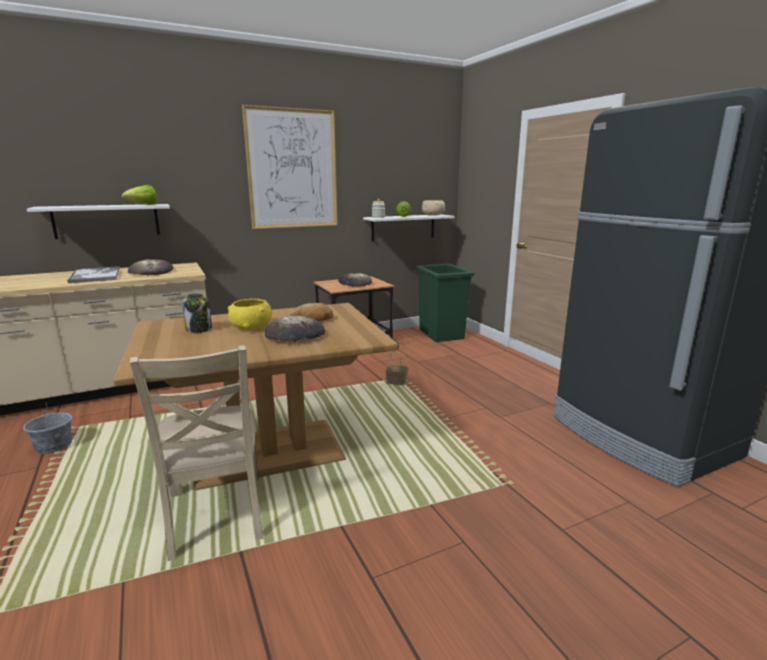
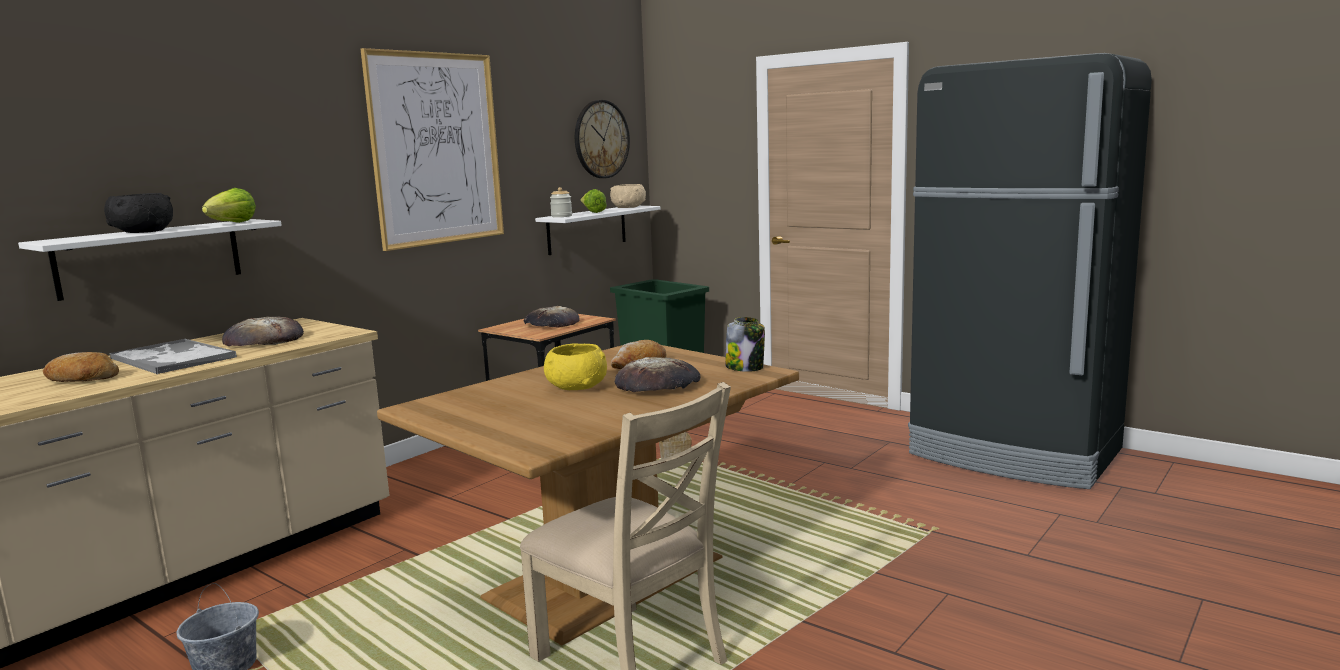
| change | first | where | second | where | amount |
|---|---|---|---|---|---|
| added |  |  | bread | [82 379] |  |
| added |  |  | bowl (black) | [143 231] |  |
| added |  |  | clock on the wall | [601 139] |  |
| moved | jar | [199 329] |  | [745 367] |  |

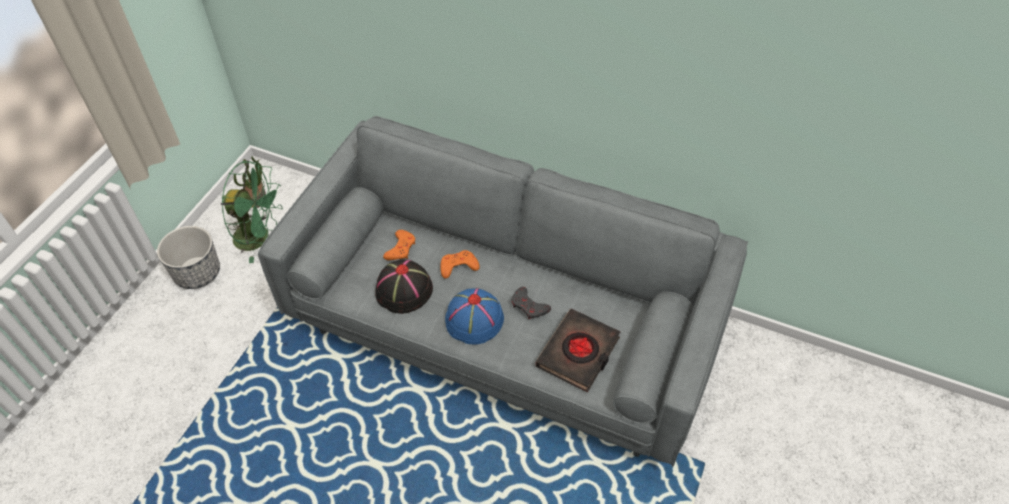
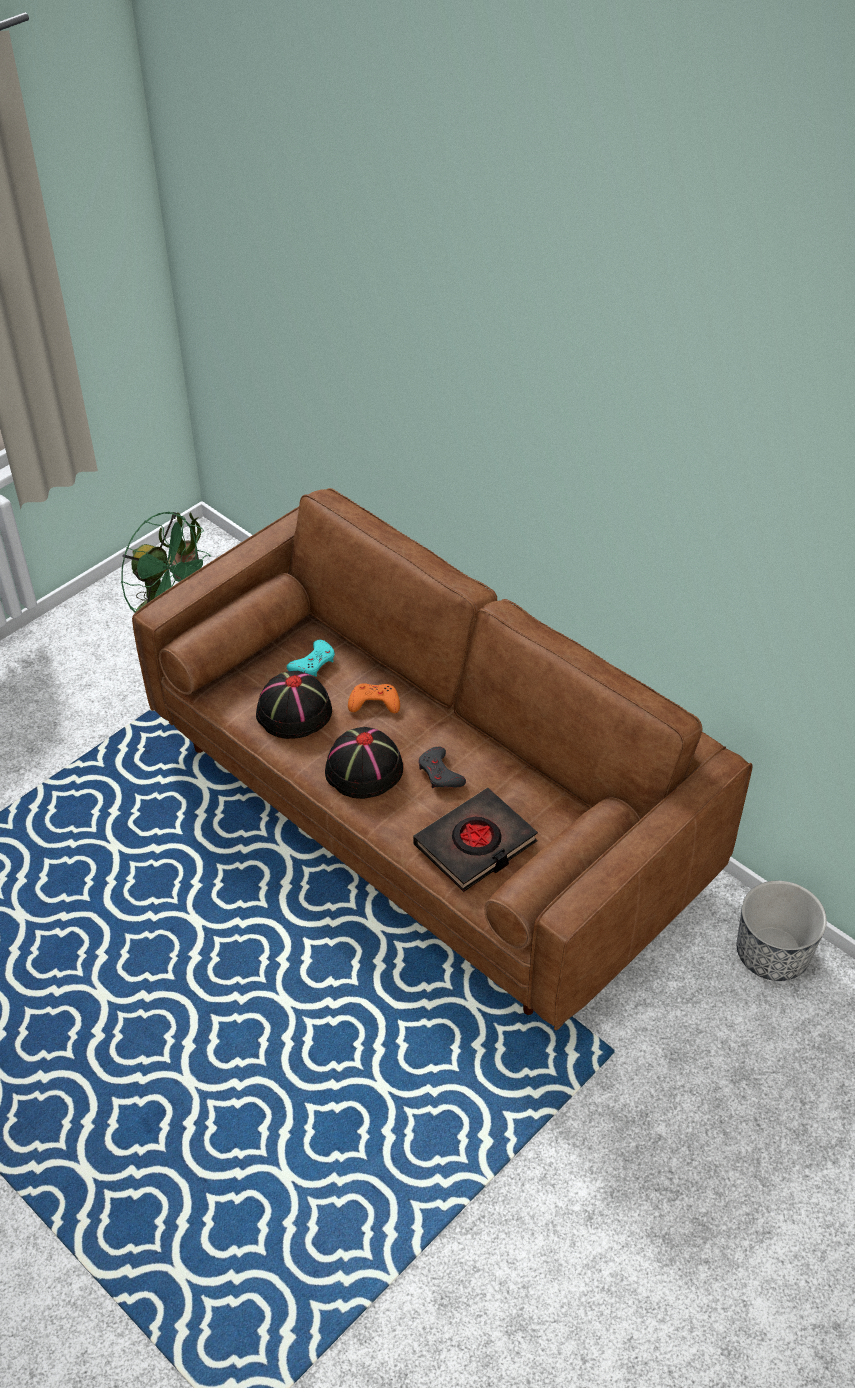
| change | first | where | second | where | amount |
|---|---|---|---|---|---|
| moved | flower pot | [198 273] |  | [773 954] |  |
| recoloured | settee (gray) | [504 327] | settee (brown-coloured) | [427 810] |  |
| recoloured | game controller (orange) | [401 248] | game controller (turquoise-coloured) | [313 663] |  |
| recoloured | wearable hat (blue-coloured) | [474 320] | wearable hat (black) | [363 770] |  |

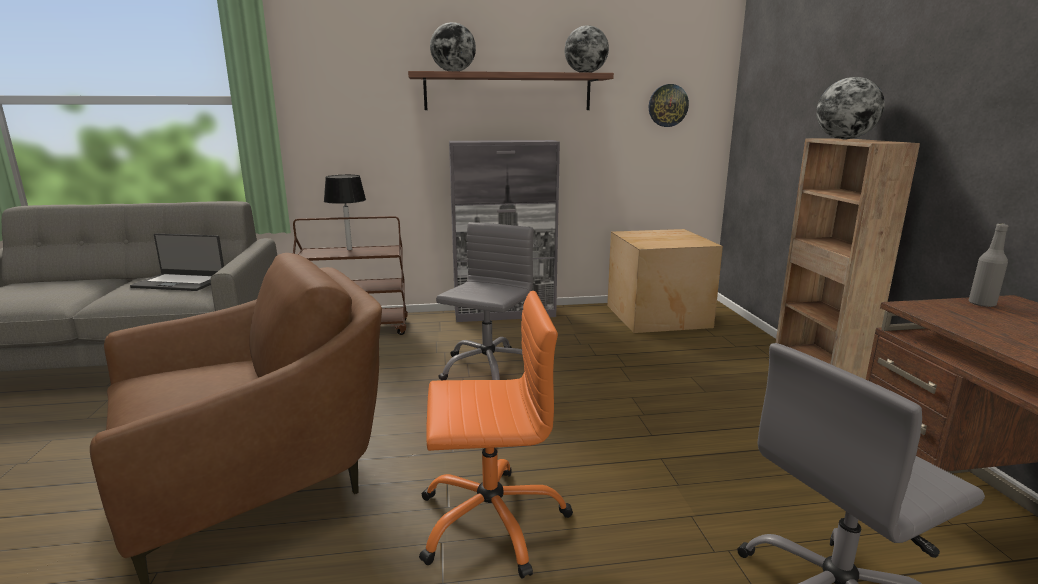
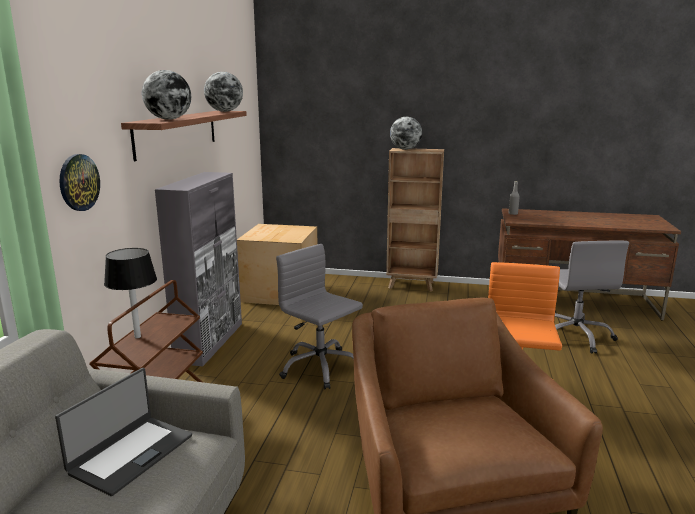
| change | first | where | second | where | amount |
|---|---|---|---|---|---|
| moved | clock on the wall | [668 105] |  | [78 182] |  |

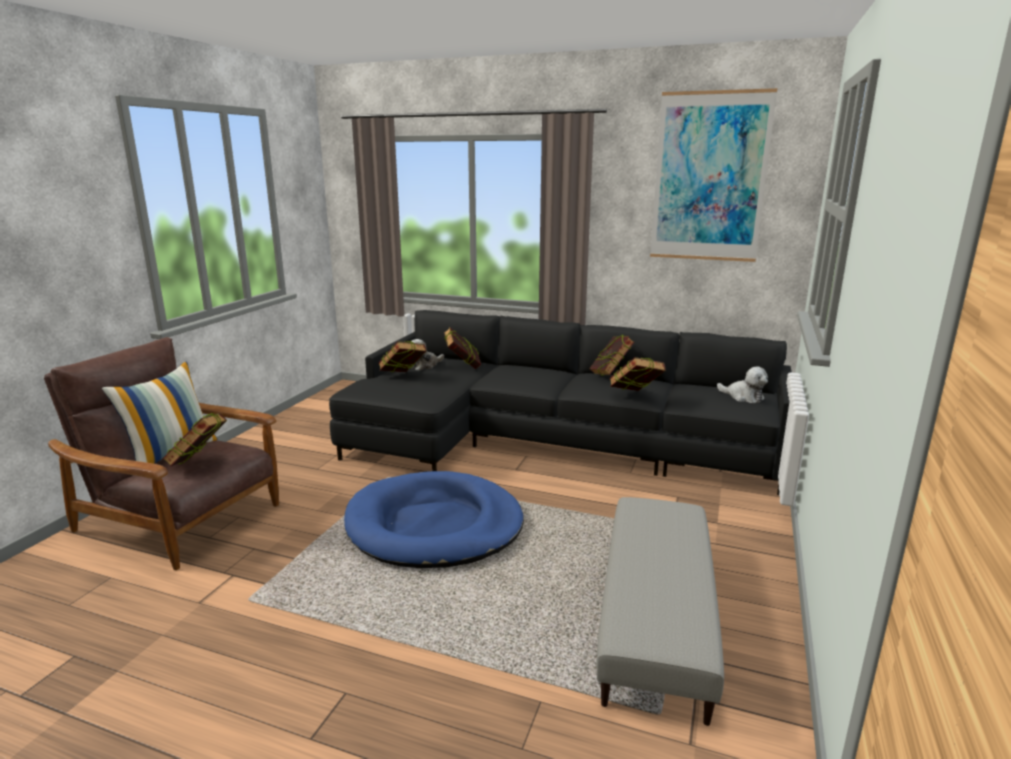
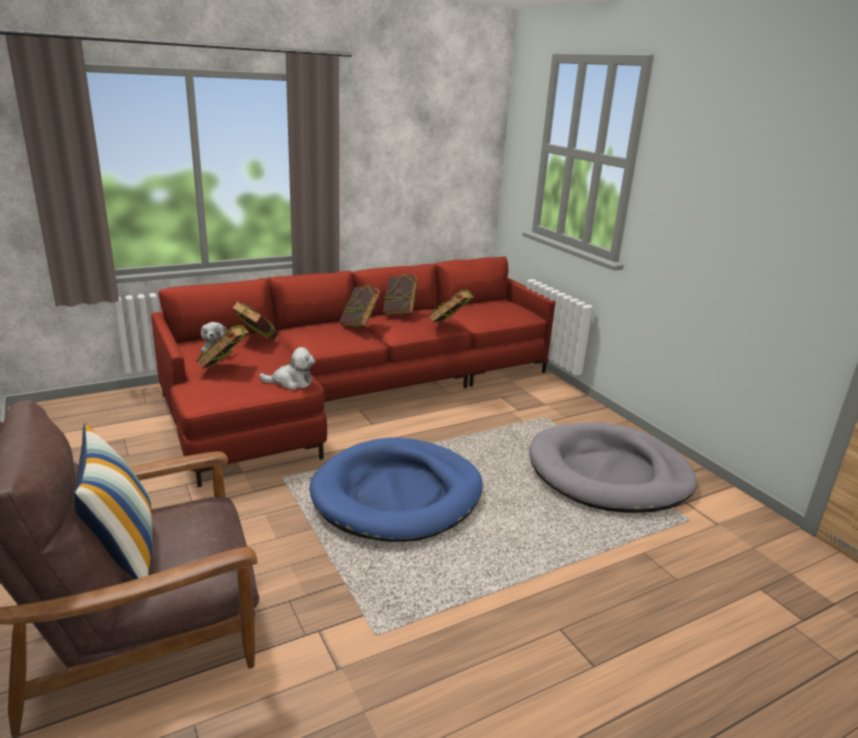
| change | first | where | second | where | amount |
|---|---|---|---|---|---|
| removed | wall picture | [709 178] |  |  |  |
| moved | bound book | [200 464] |  | [360 325] |  |
| moved | soft toy | [743 397] |  | [291 382] |  |
| replaced | pouffe (gray) | [657 616] | pet bed (gray) | [609 473] |  |
| recoloured | settee (black) | [546 442] | settee (reddish) | [353 393] |  |

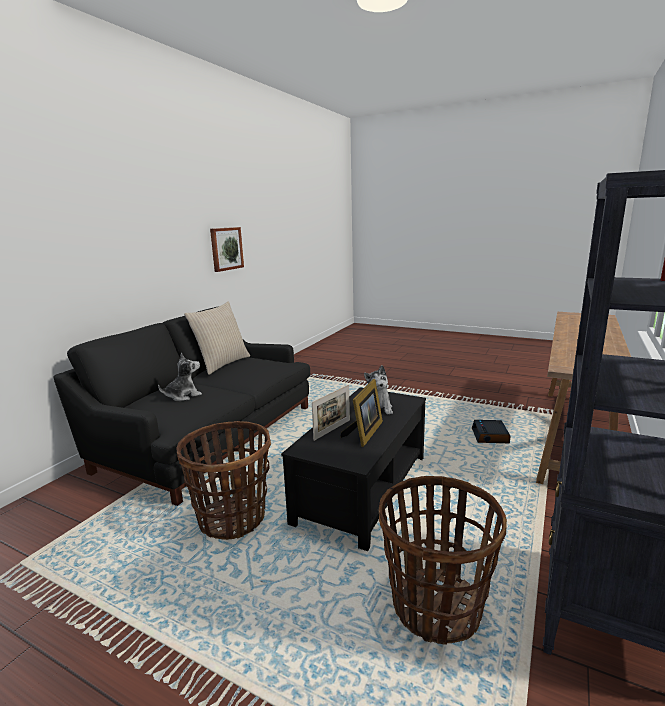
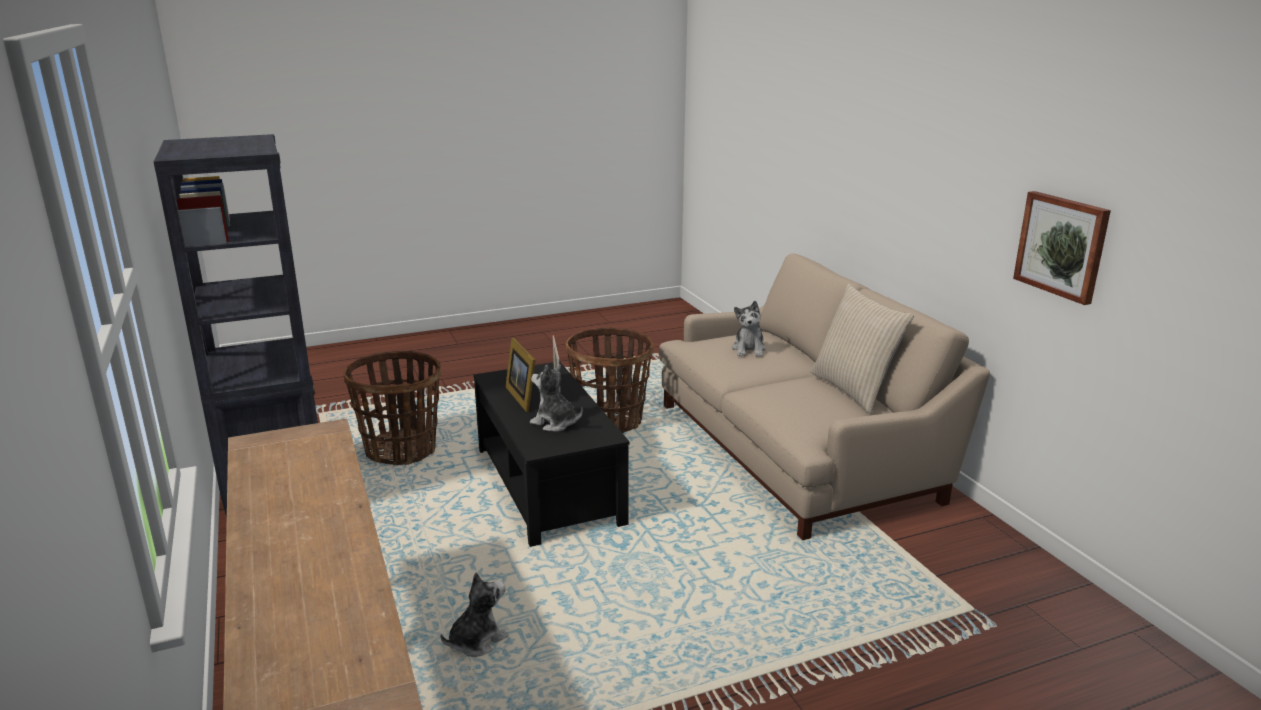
| change | first | where | second | where | amount |
|---|---|---|---|---|---|
| replaced | table clock | [490 436] | soft toy | [477 641] |  |
| recoloured | settee (black) | [207 435] | settee (beige) | [798 449] |  |

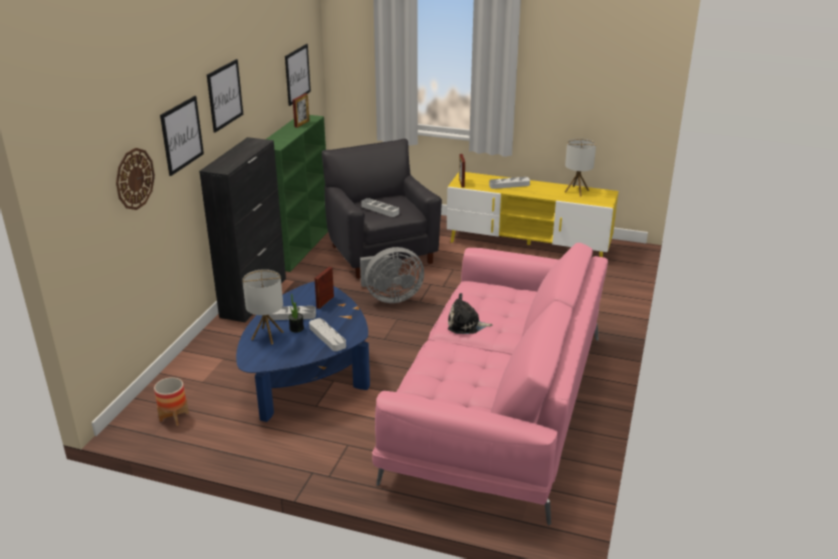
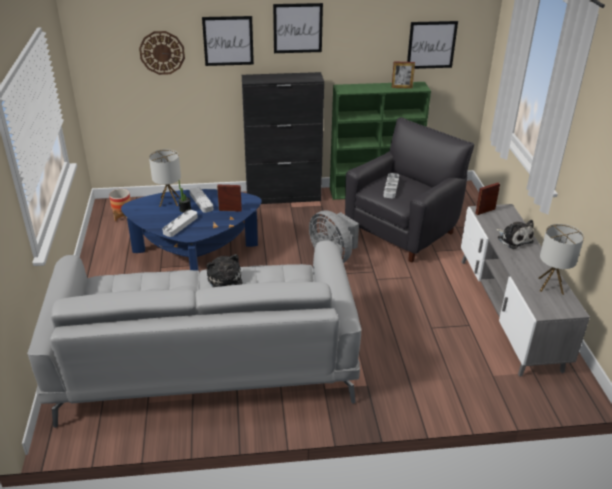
| change | first | where | second | where | amount |
|---|---|---|---|---|---|
| replaced | carrying tray (gray) | [509 185] | soft toy | [513 239] |  |
| recoloured | settee (pinkish) | [498 406] | settee (gray) | [204 359] |  |
| recoloured | tv unit (yellow) | [528 245] | tv unit (gray) | [508 312] |  |

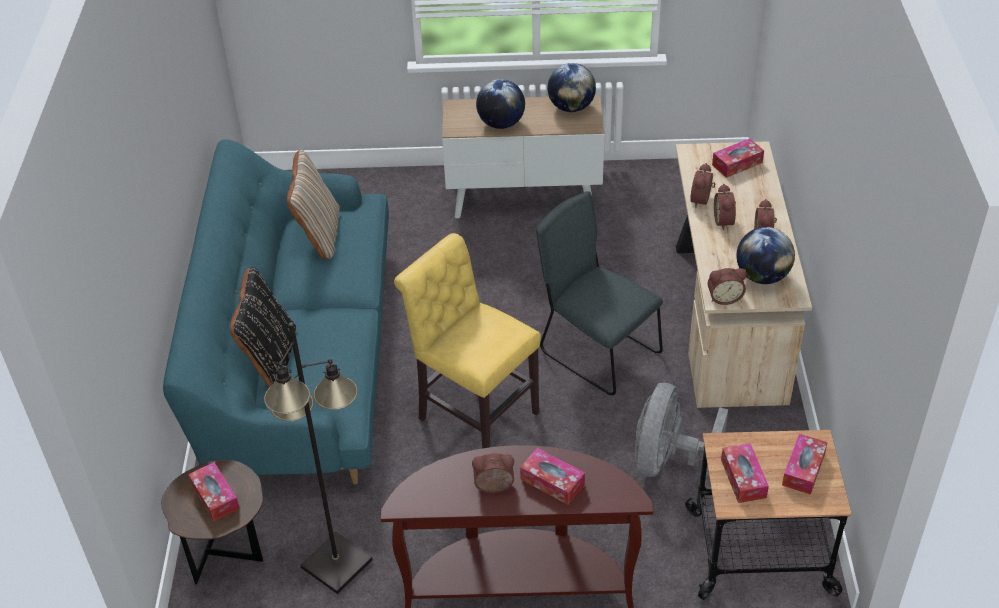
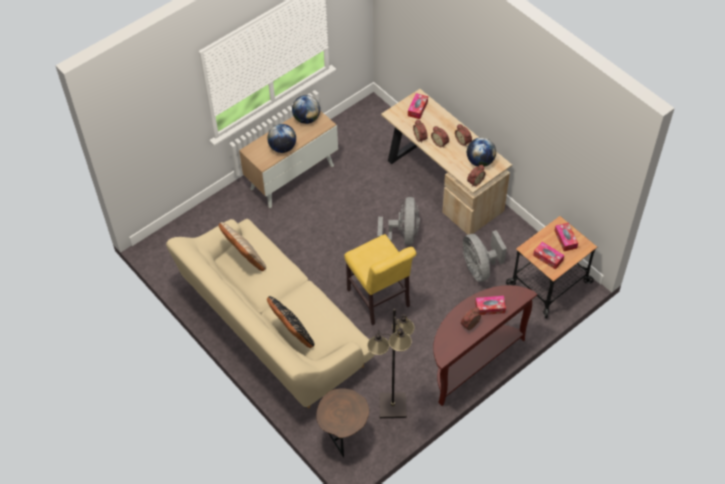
| change | first | where | second | where | amount |
|---|---|---|---|---|---|
| removed | box of tissues | [215 497] |  |  |  |
| replaced | plain chair (gray) | [595 350] | fan (gray) | [402 236] |  |
| recoloured | settee (turquoise-coloured) | [301 357] | settee (beige) | [273 326] |  |
| turned | plain chair (yellow) | [473 413] |  | [380 300] | 120 degrees counterclockwise |

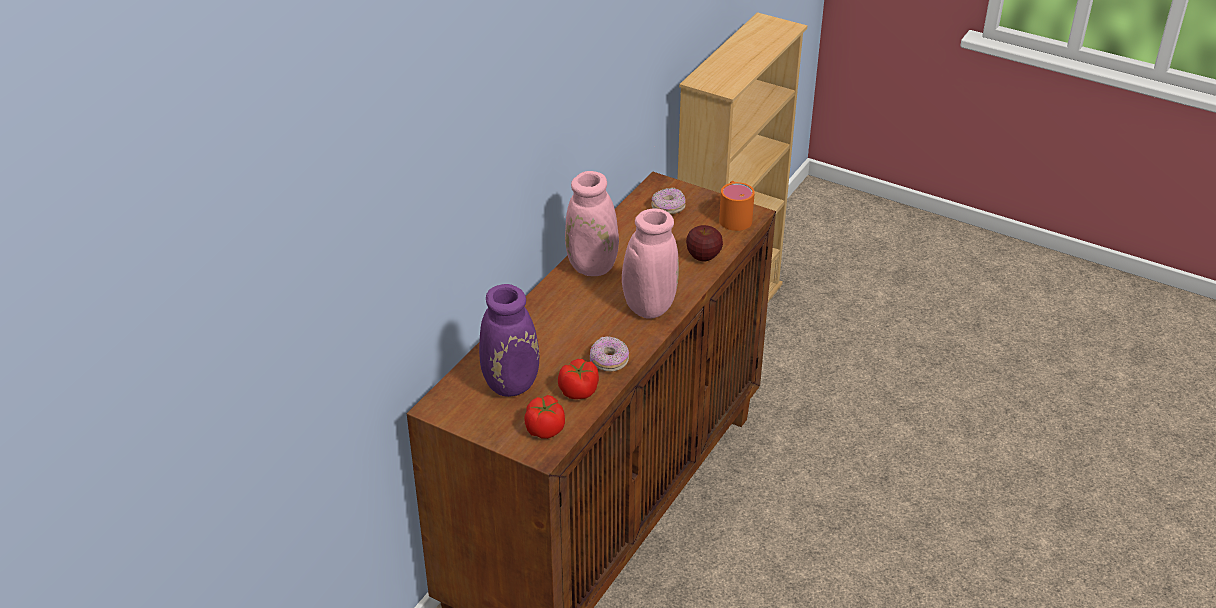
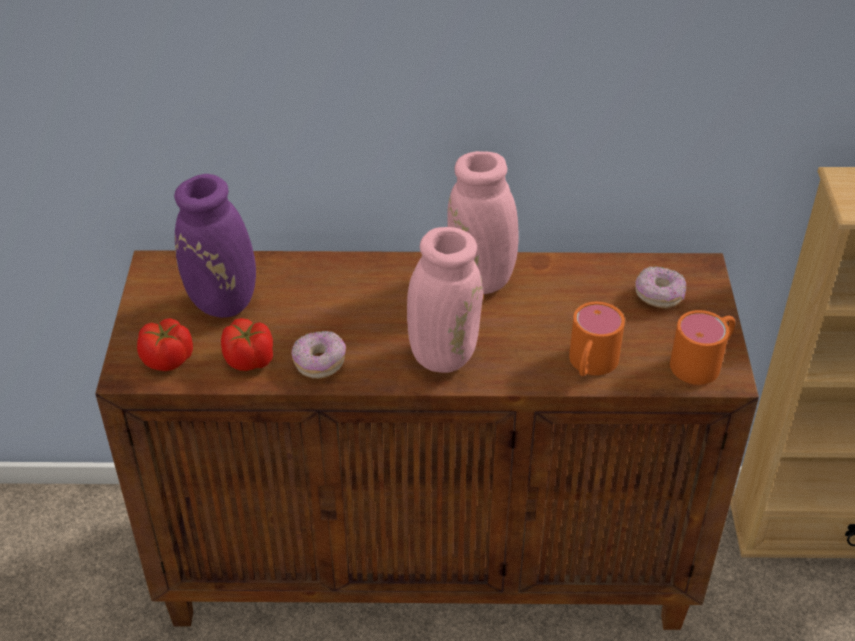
| change | first | where | second | where | amount |
|---|---|---|---|---|---|
| replaced | whole apple | [703 256] | mug (orange) | [590 365] |  |

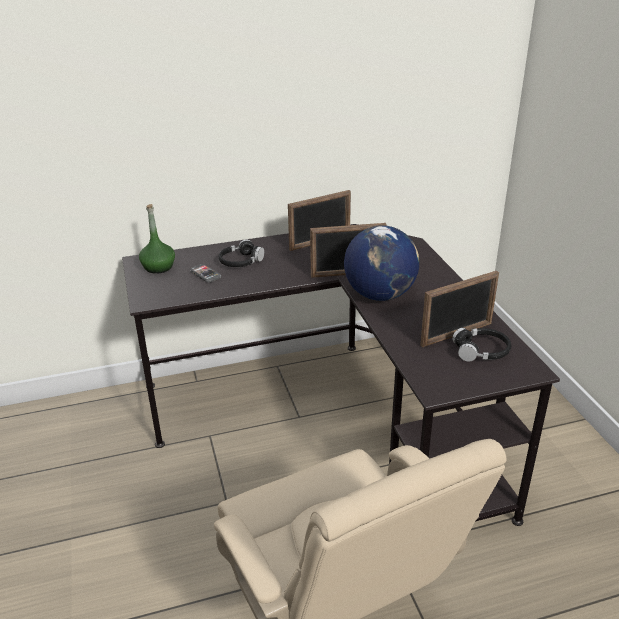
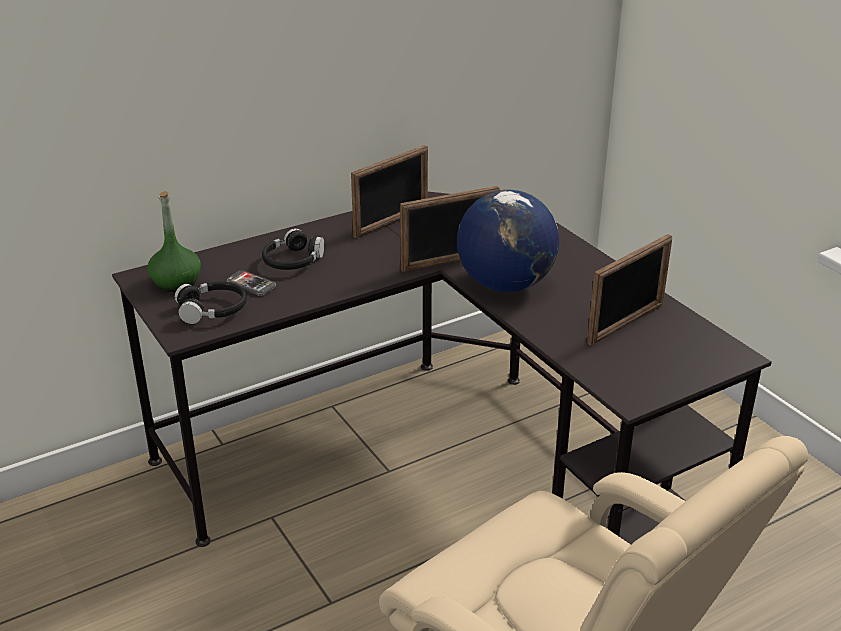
| change | first | where | second | where | amount |
|---|---|---|---|---|---|
| moved | headset (black) | [481 351] |  | [213 310] |  |

